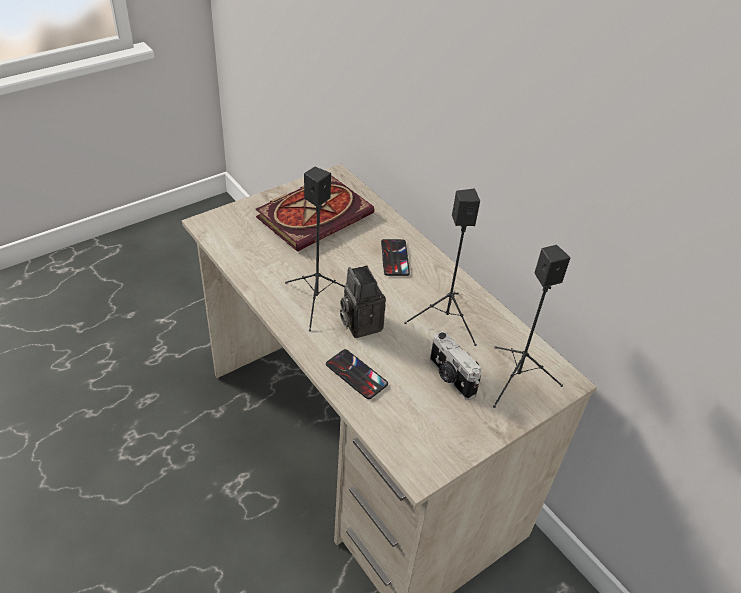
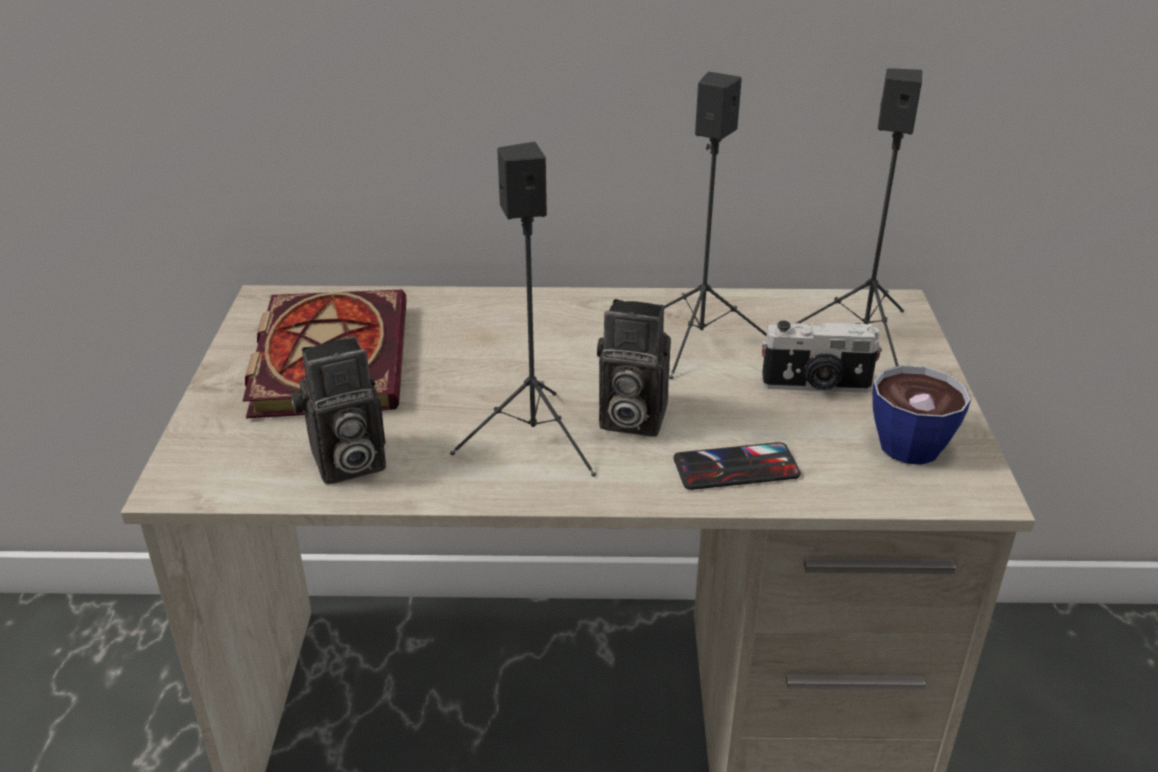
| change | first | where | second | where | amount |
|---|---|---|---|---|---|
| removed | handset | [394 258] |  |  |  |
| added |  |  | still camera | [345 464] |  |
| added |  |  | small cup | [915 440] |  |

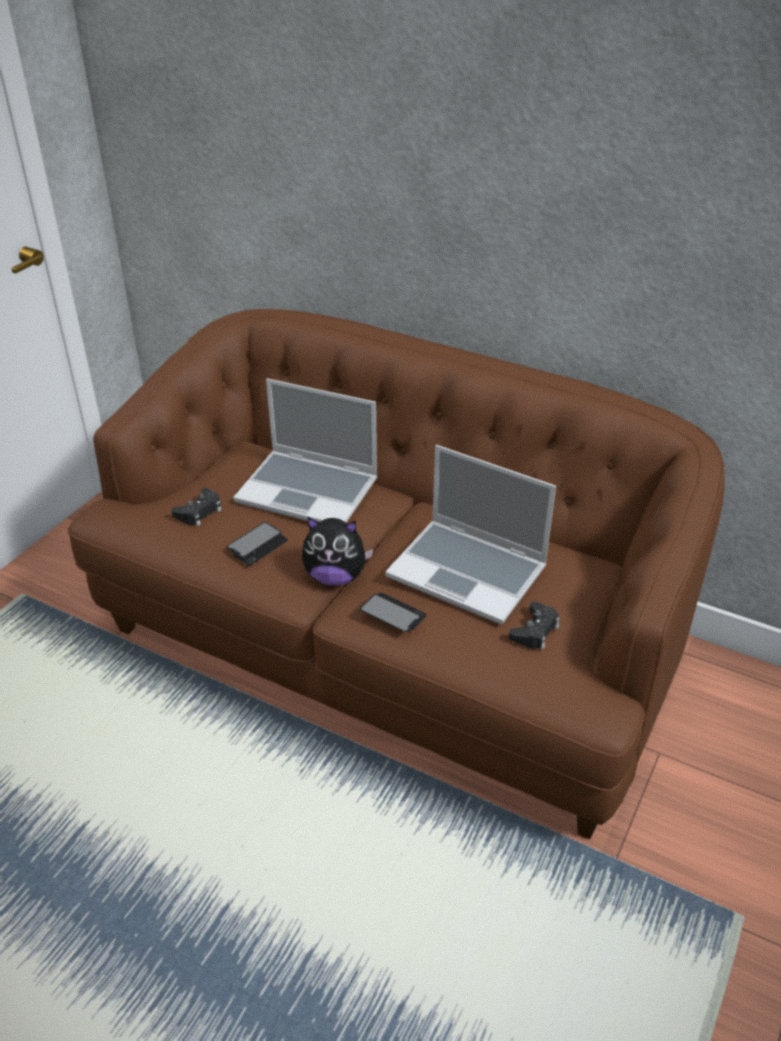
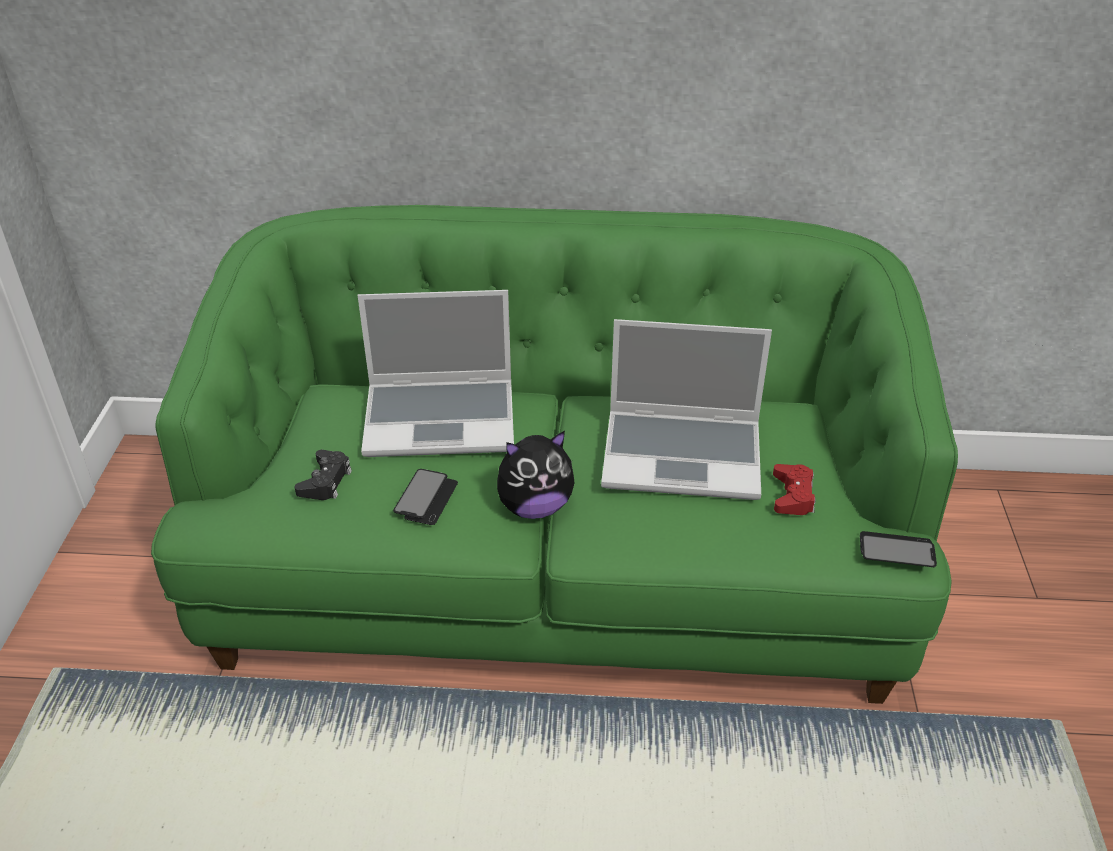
| change | first | where | second | where | amount |
|---|---|---|---|---|---|
| moved | handset | [393 614] |  | [896 551] |  |
| recoloured | settee (brown-coloured) | [391 645] | settee (green-coloured) | [557 574] |  |
| recoloured | game controller (black) | [535 631] | game controller (reddish) | [793 496] |  |

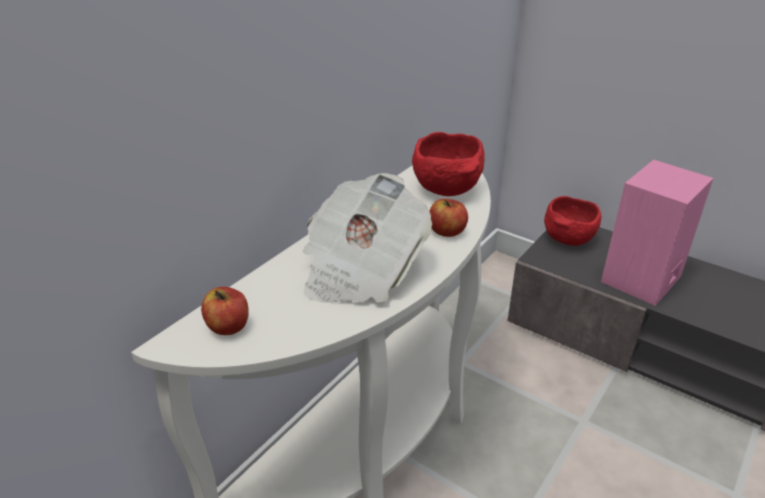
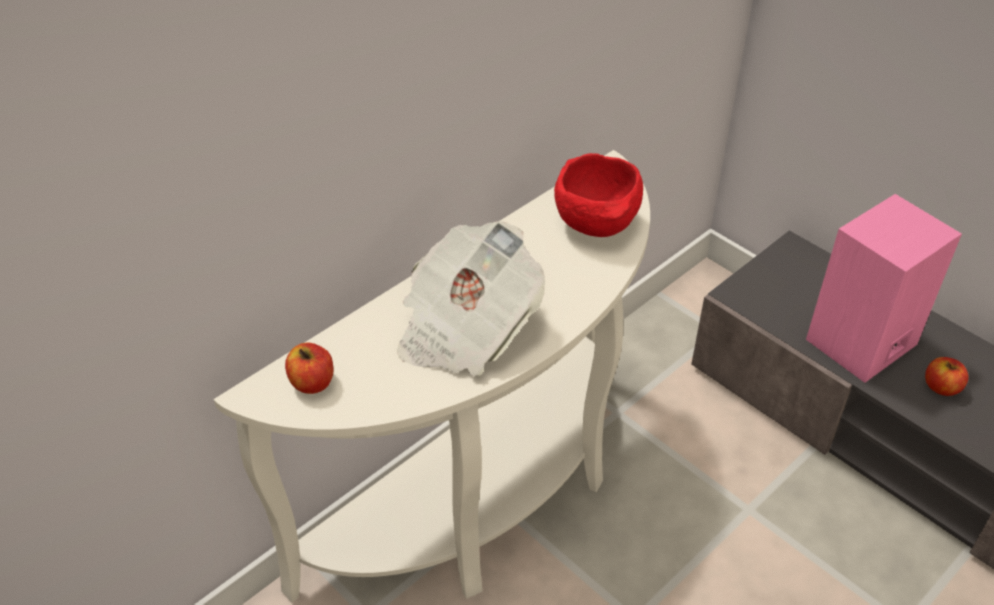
| change | first | where | second | where | amount |
|---|---|---|---|---|---|
| removed | bowl (reddish) | [568 239] |  |  |  |
| moved | whole apple | [447 231] |  | [941 387] |  |

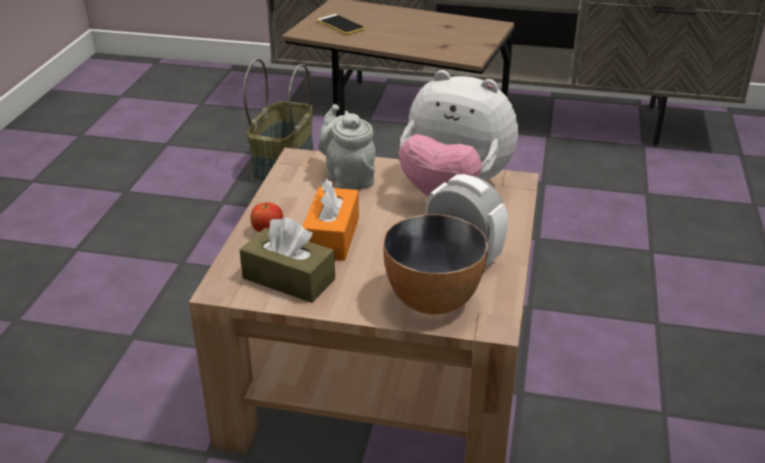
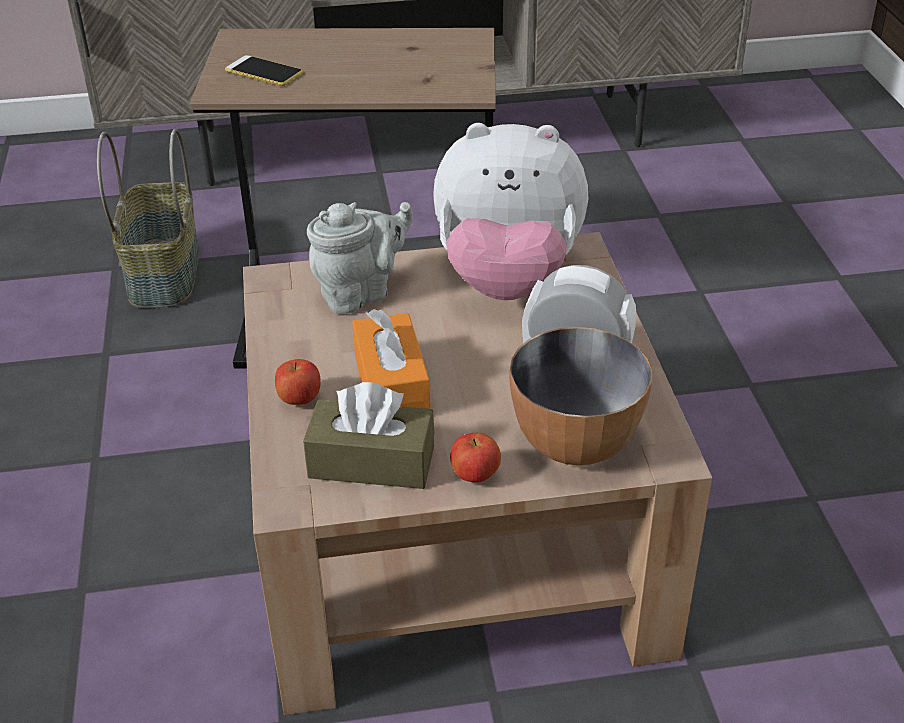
| change | first | where | second | where | amount |
|---|---|---|---|---|---|
| added |  |  | whole apple | [475 476] |  |
| turned | teapot (gray) | [348 178] |  | [360 293] | 105 degrees clockwise |

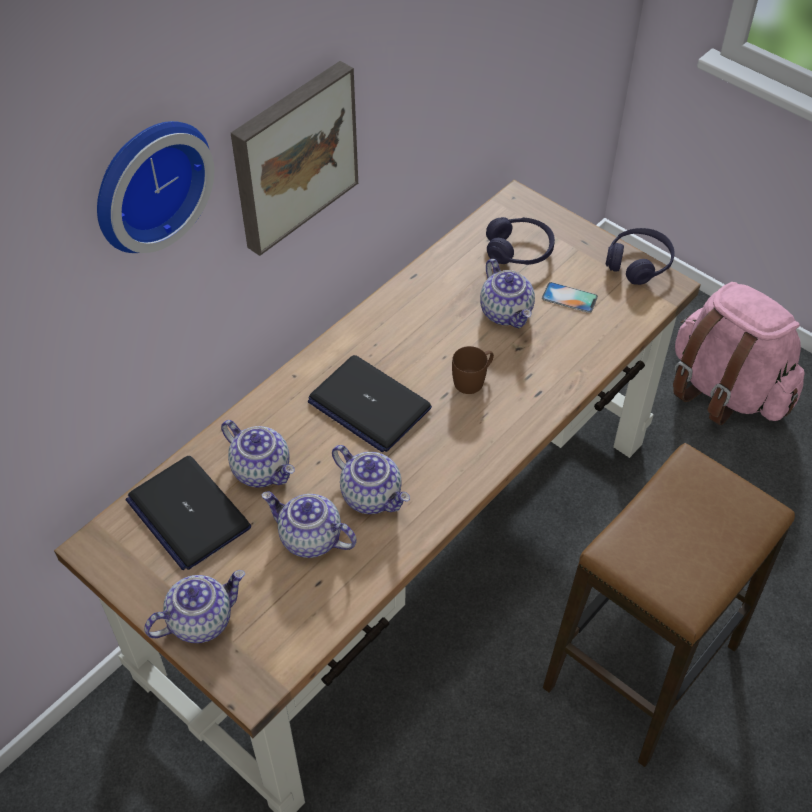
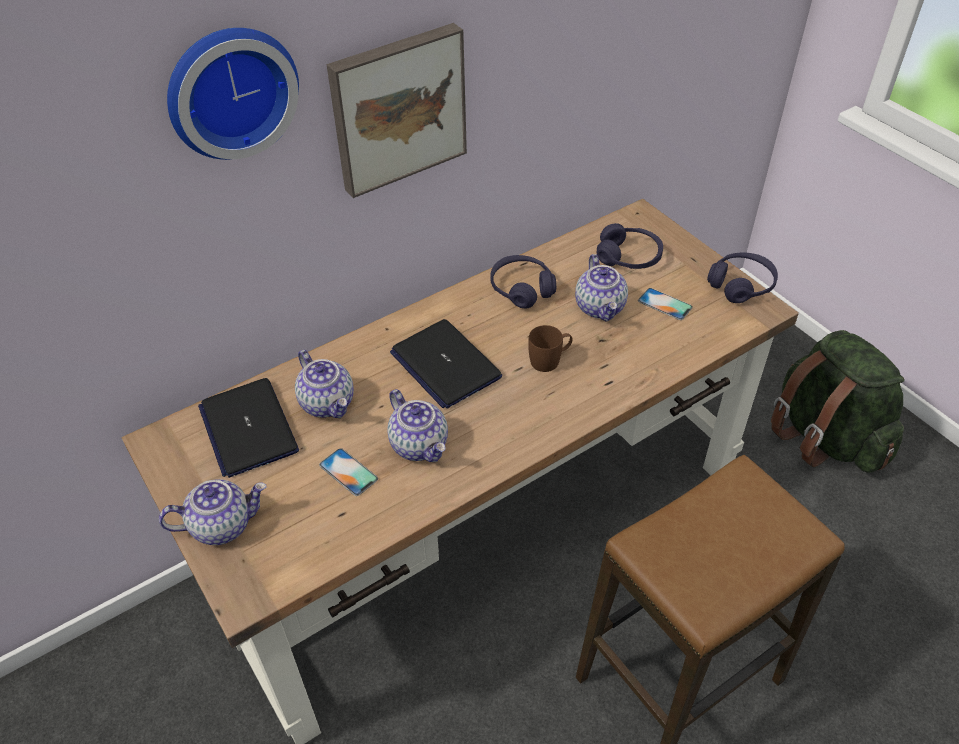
| change | first | where | second | where | amount |
|---|---|---|---|---|---|
| added |  |  | headset (purple-coloured) | [522 289] |  |
| replaced | teapot | [309 538] | handset | [348 472] |  |
| recoloured | rucksack (pinkish) | [725 390] | rucksack (green-coloured) | [825 436] |  |

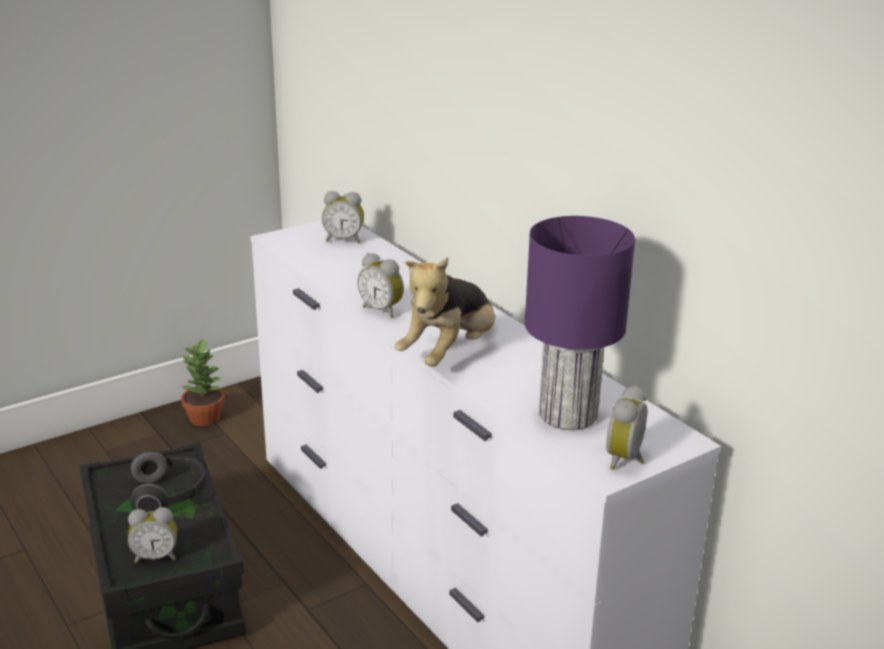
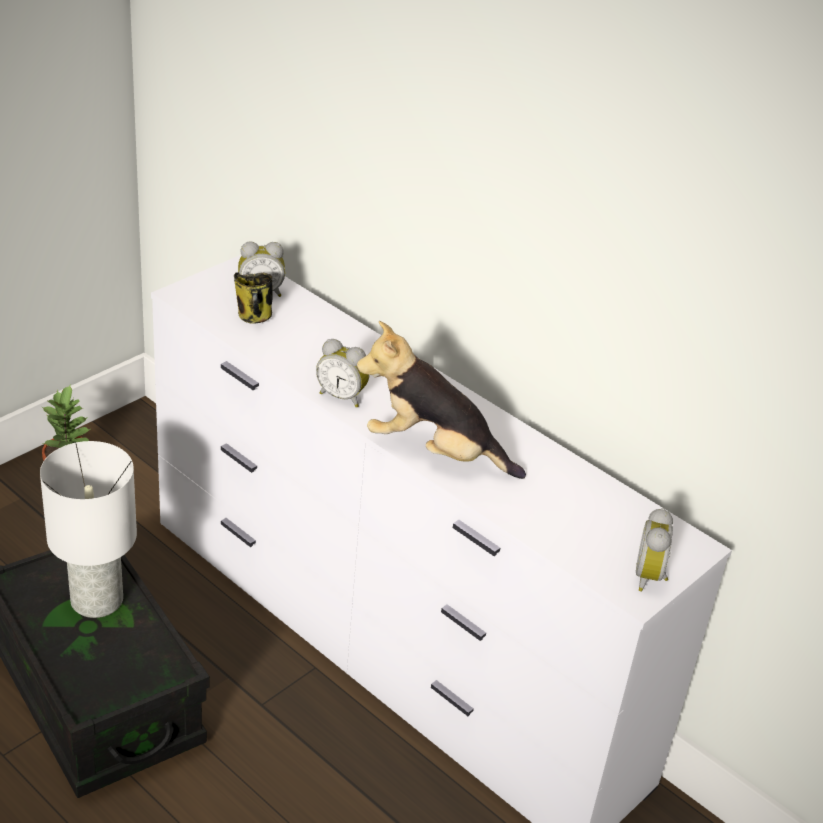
| change | first | where | second | where | amount |
|---|---|---|---|---|---|
| removed | table clock | [155 556] |  |  |  |
| removed | table lamp (purple-coloured) | [567 416] |  |  |  |
| added |  |  | mug | [255 317] |  |
| replaced | headset | [170 495] | table lamp (white) | [98 600] |  |
| turned | soft toy | [449 353] |  | [434 452] | 90 degrees clockwise |

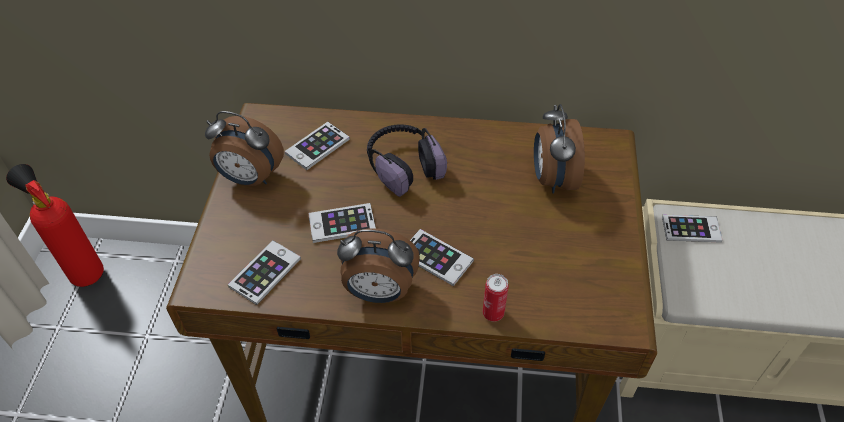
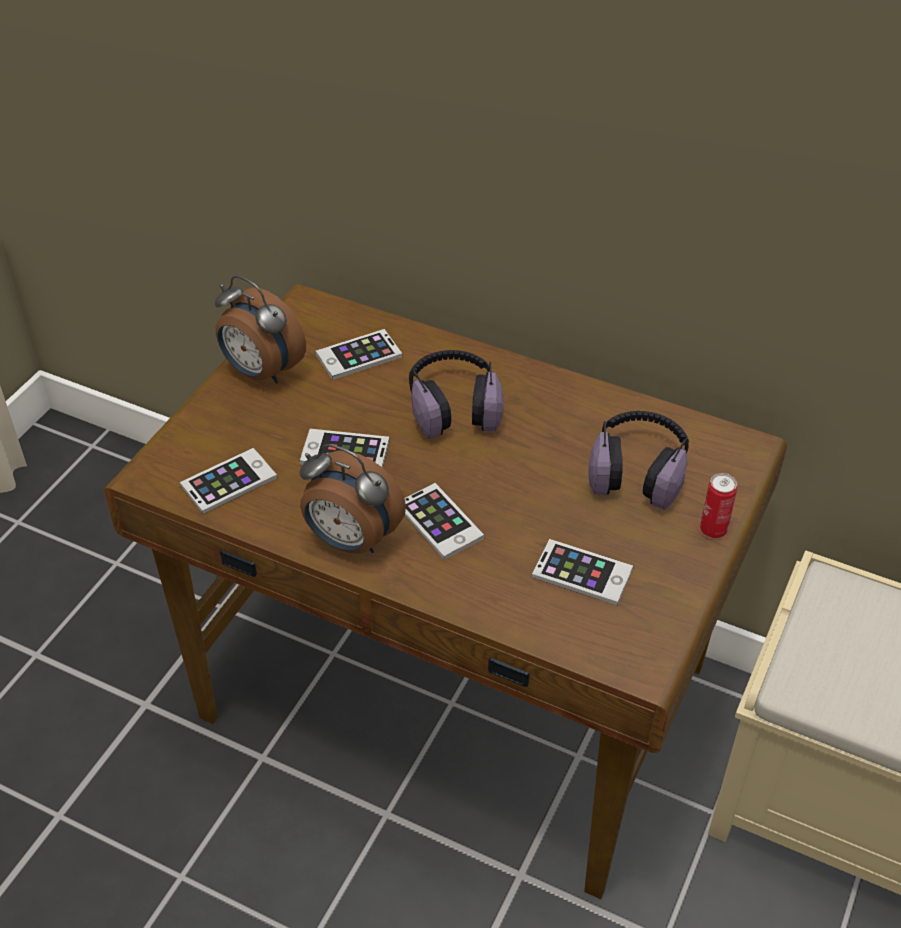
| change | first | where | second | where | amount |
|---|---|---|---|---|---|
| removed | fire extinguisher | [84 271] |  |  |  |
| moved | can | [493 313] |  | [713 530] |  |
| moved | handset | [691 229] |  | [582 573] |  |
| replaced | table clock | [552 179] | headset | [638 470] |  |

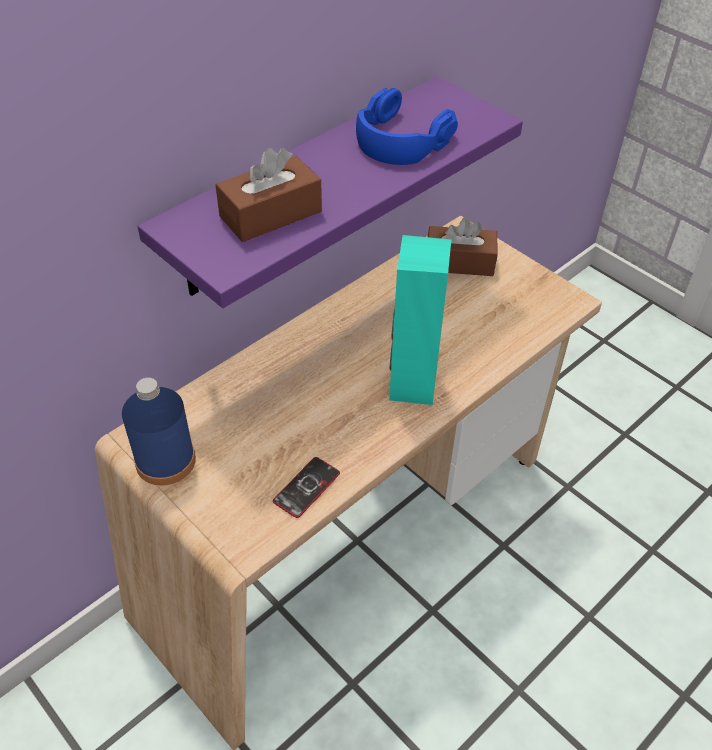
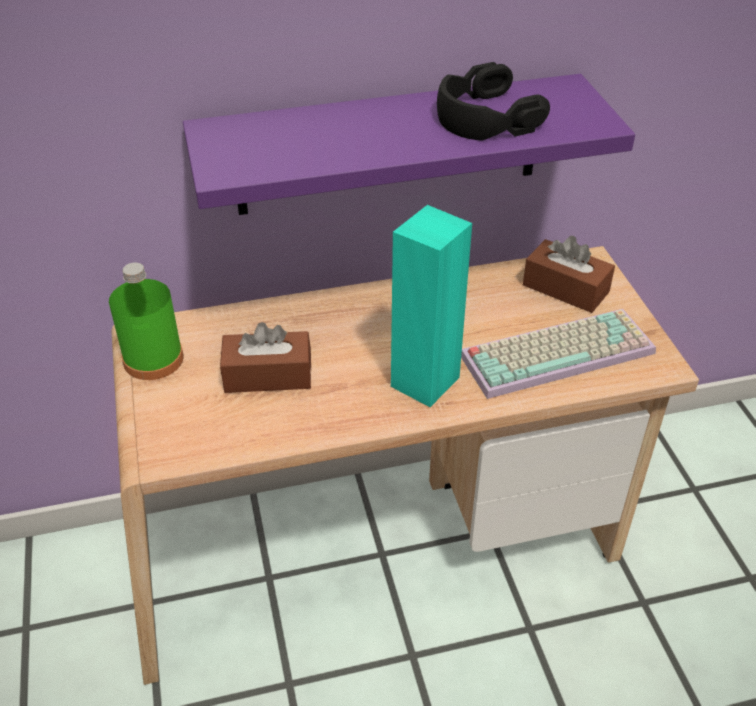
| change | first | where | second | where | amount |
|---|---|---|---|---|---|
| removed | handset | [306 488] |  |  |  |
| added |  |  | computer keyboard | [558 351] |  |
| moved | box of tissues (brown-coloured) | [271 214] |  | [268 375] |  |
| recoloured | beverage bottle (blue-coloured) | [165 461] | beverage bottle (green-coloured) | [153 359] |  |
| recoloured | headset (blue-coloured) | [400 140] | headset (black) | [485 117] |  |

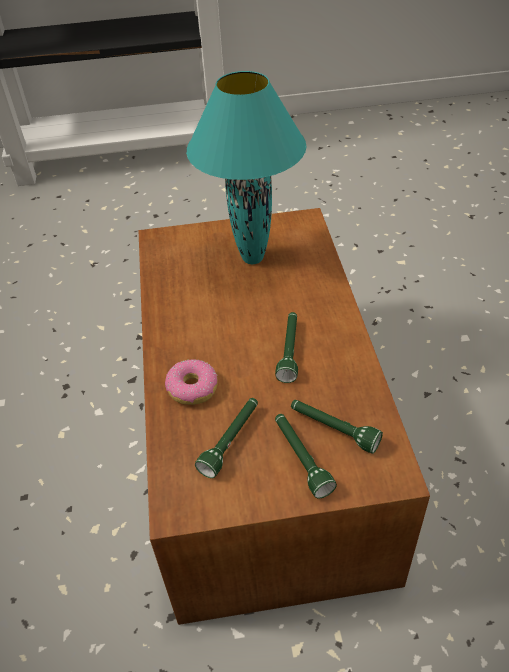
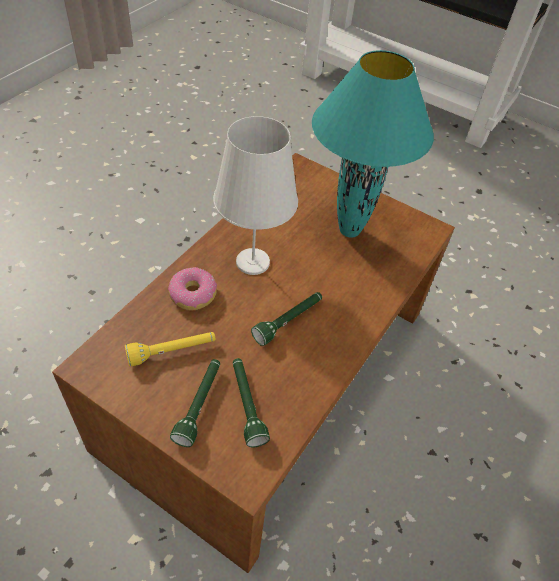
| change | first | where | second | where | amount |
|---|---|---|---|---|---|
| added |  |  | table lamp (white) | [252 261] |  |
| recoloured | torch (green-coloured) | [231 441] | torch (yellow) | [172 352] |  |

